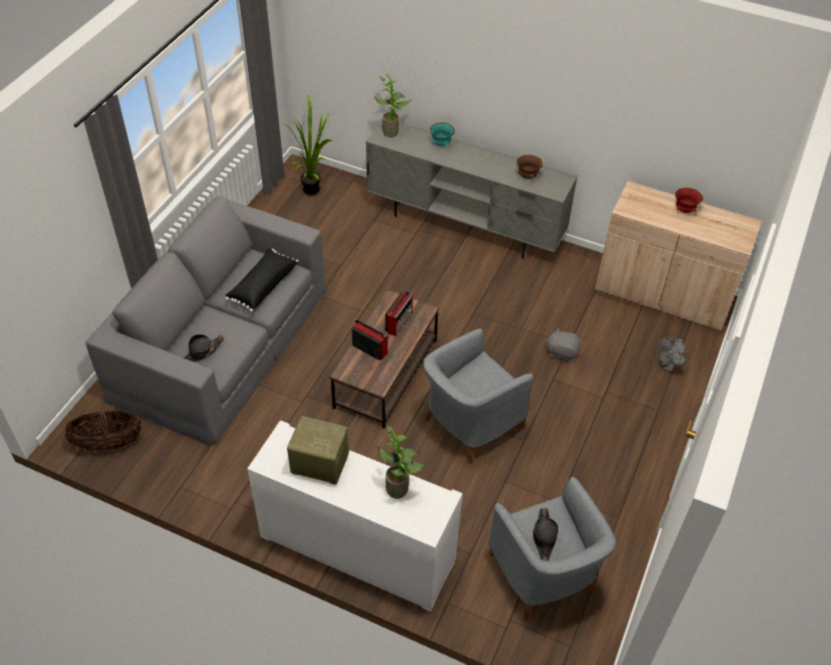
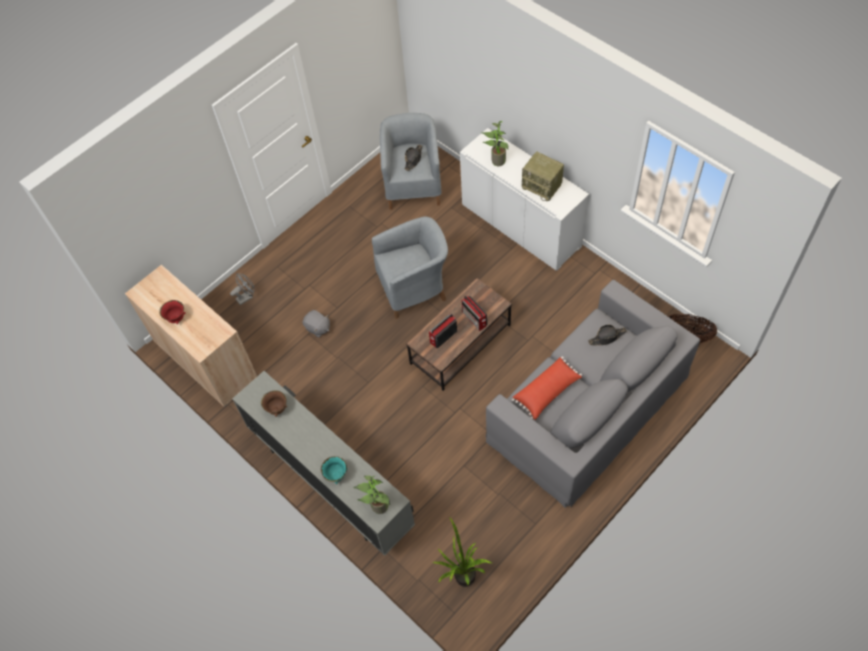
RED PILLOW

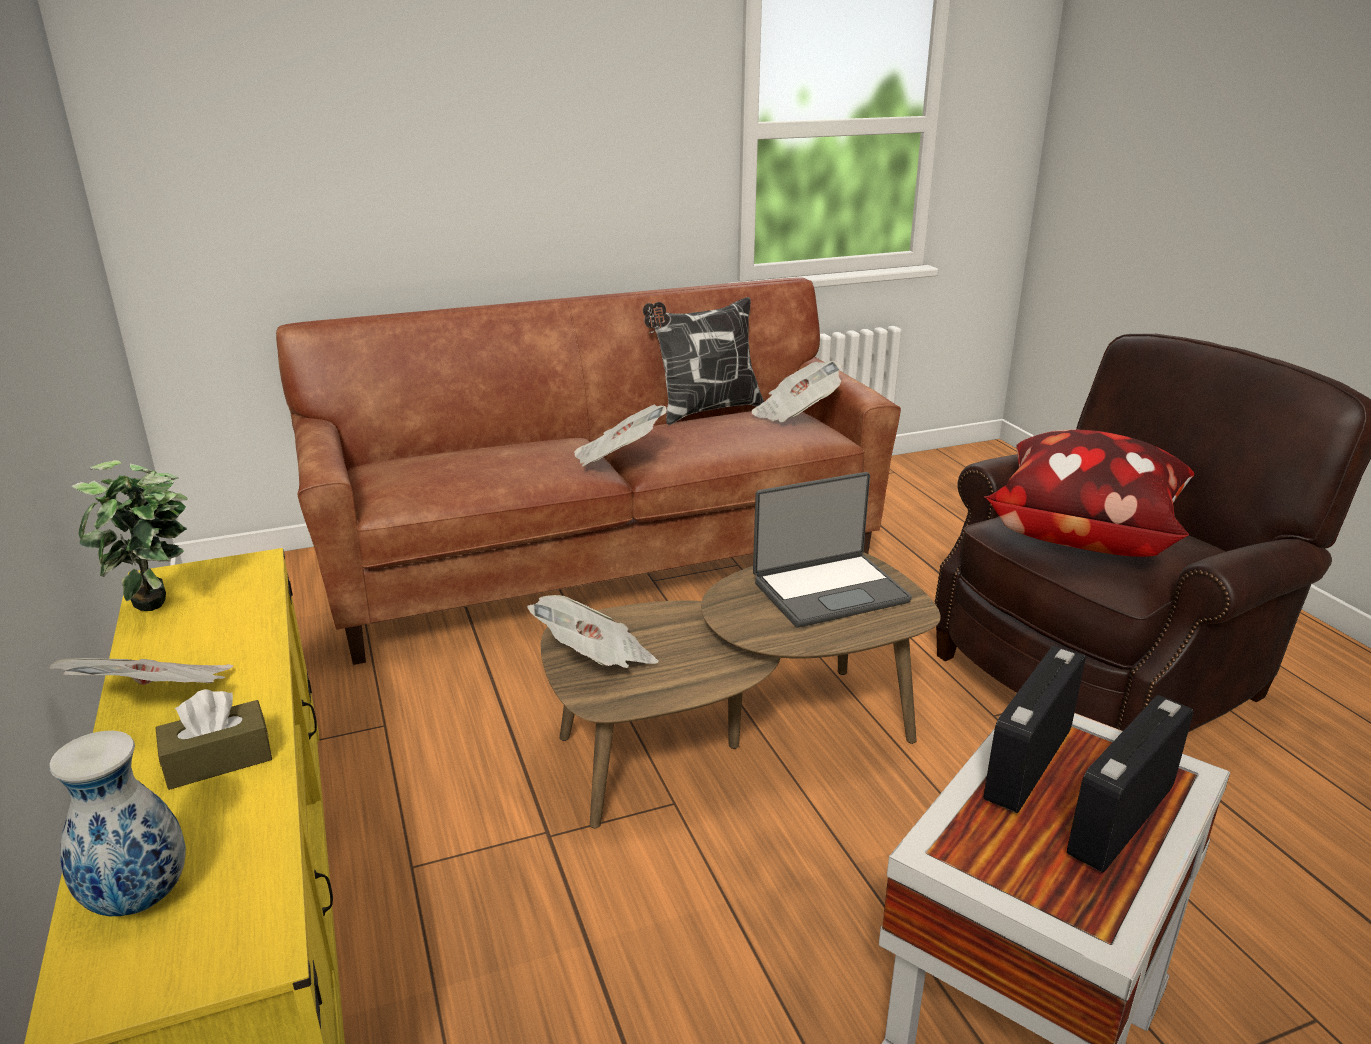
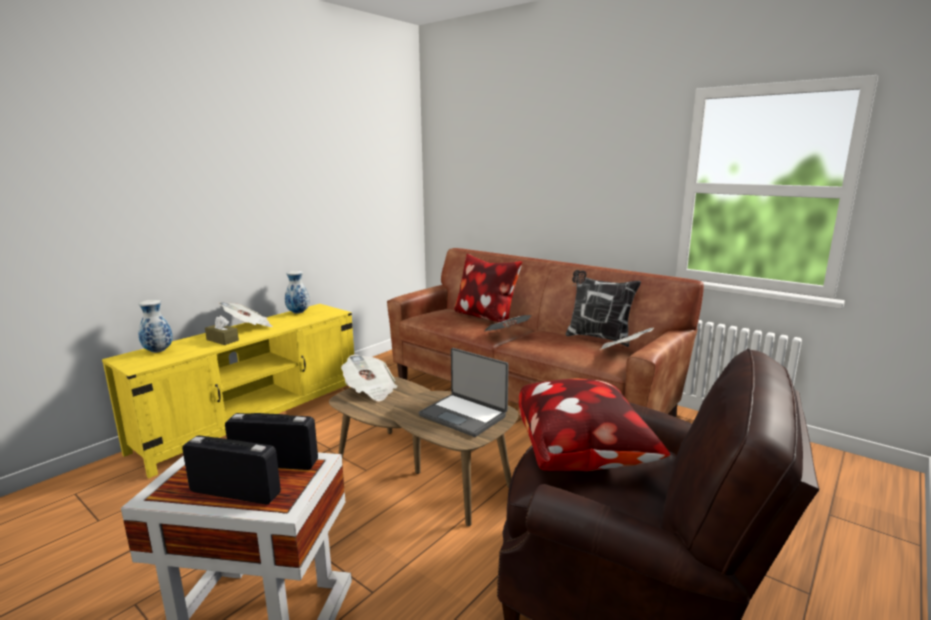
VASE (2nd from left)
PILLOW (1st from left)

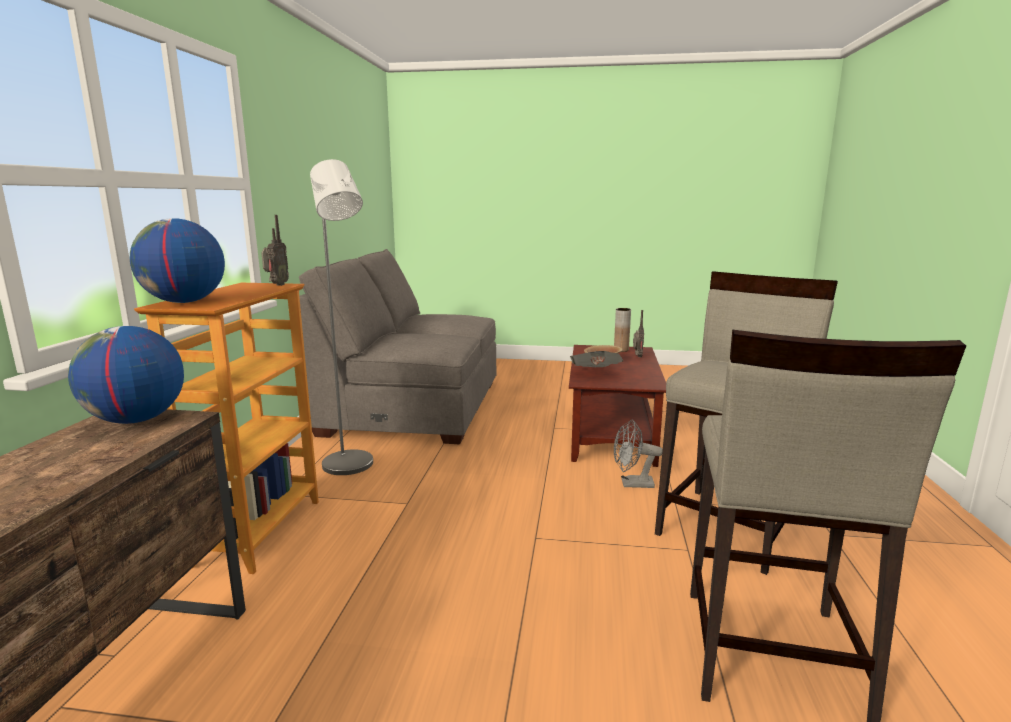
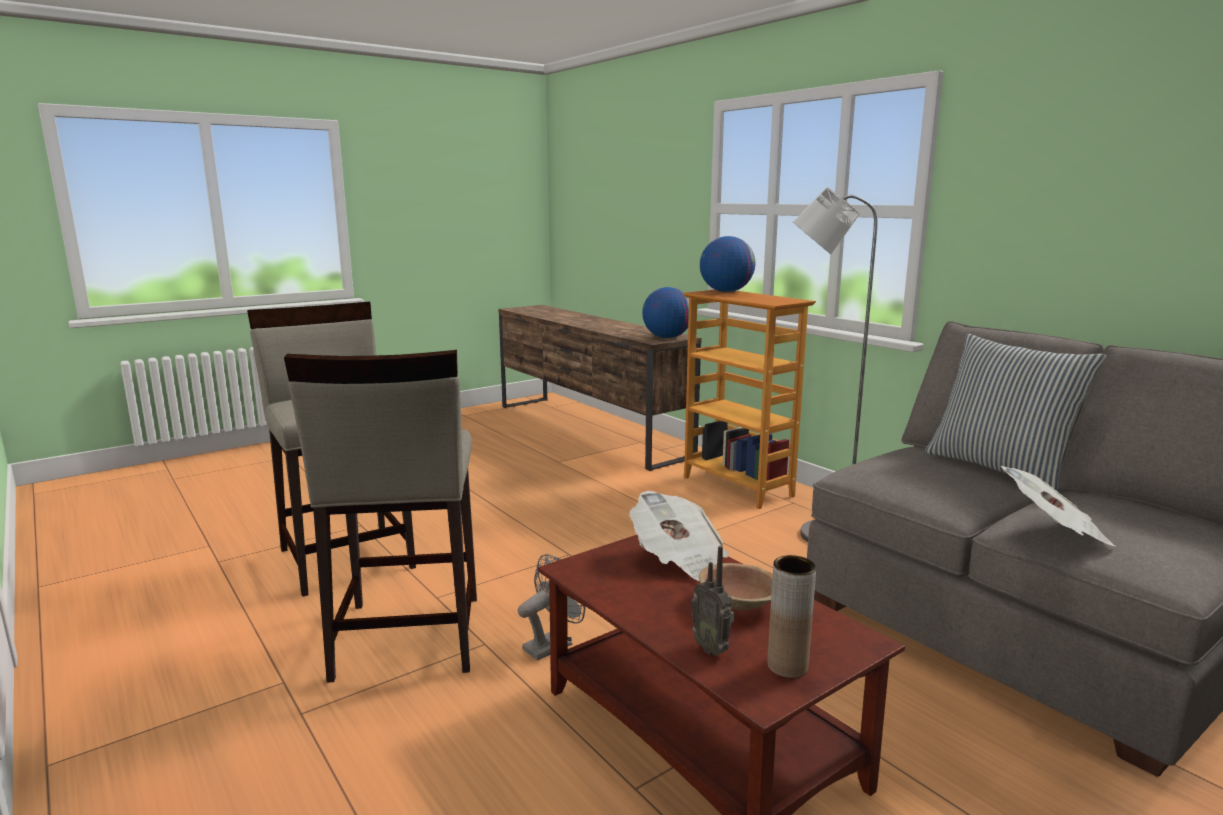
RADIO (1st from left in the first image)
PILLOW
NEWSPAPER (2nd from left)

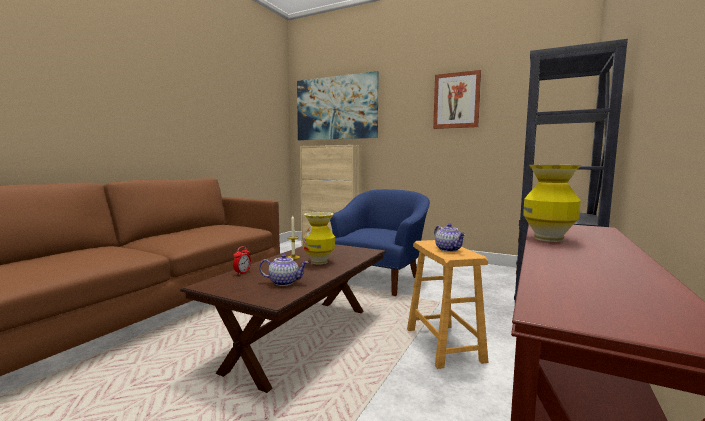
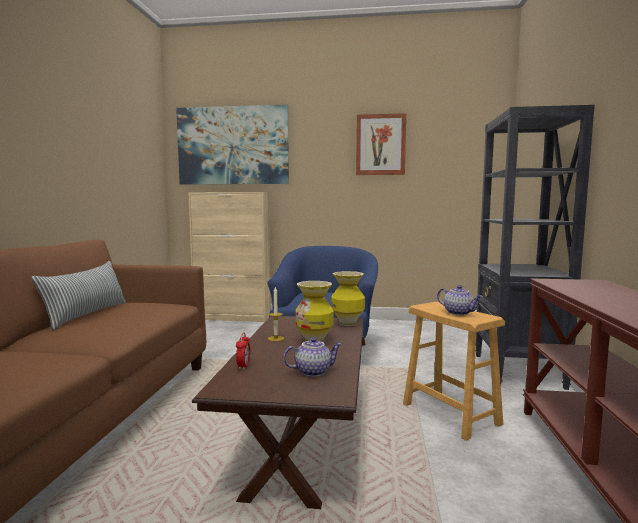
VASE (2nd from left)
PILLOW

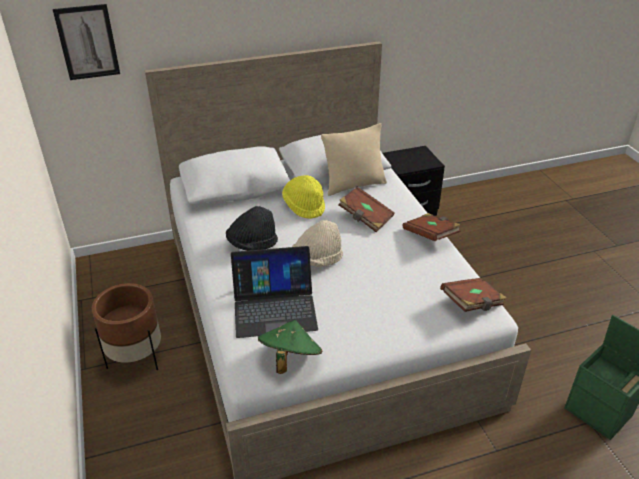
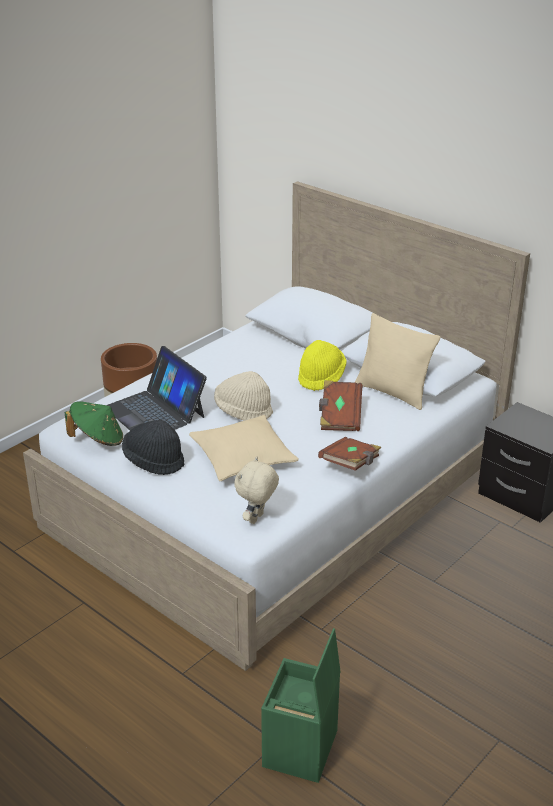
PICTURE
BLACK HAT
BEIGE PLUSH TOY
BEIGE PILLOW (1st from left)

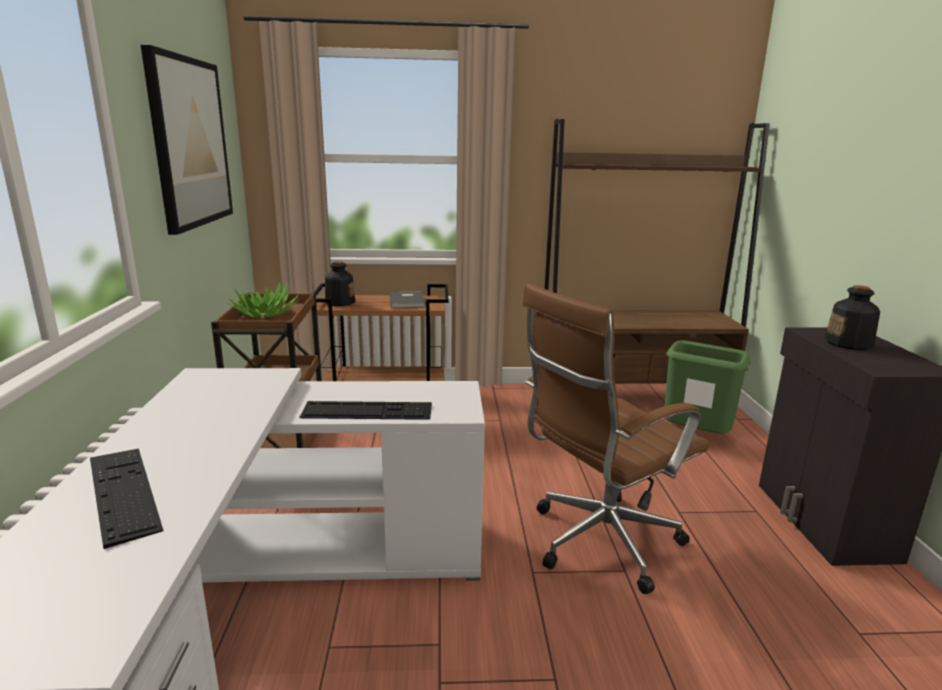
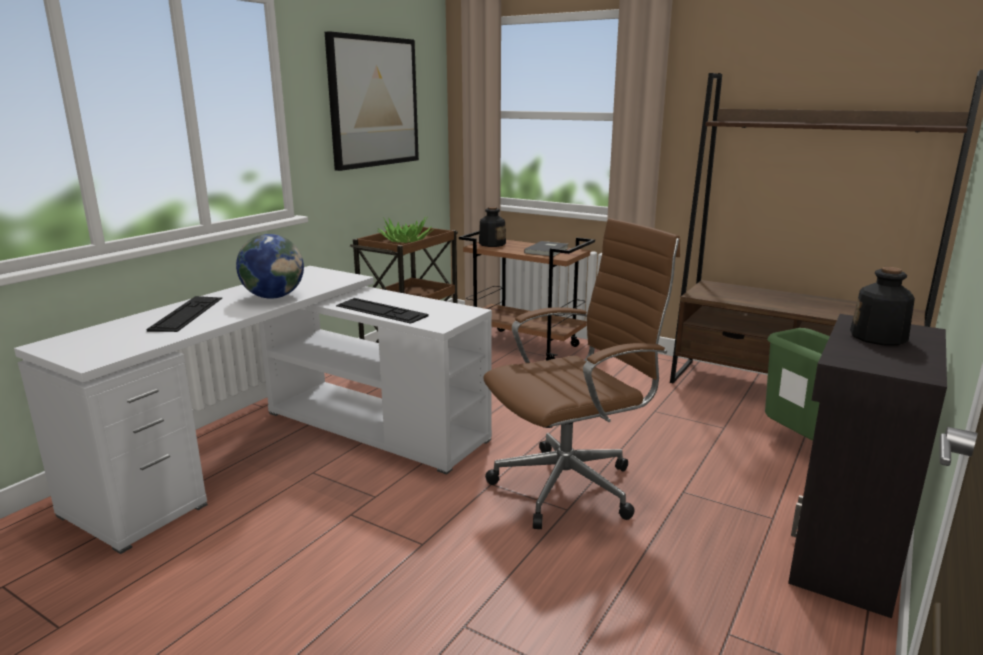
BROWN OFFICE CHAIR
GLOBE

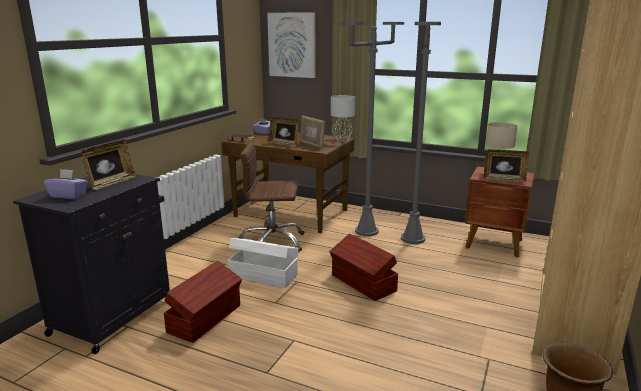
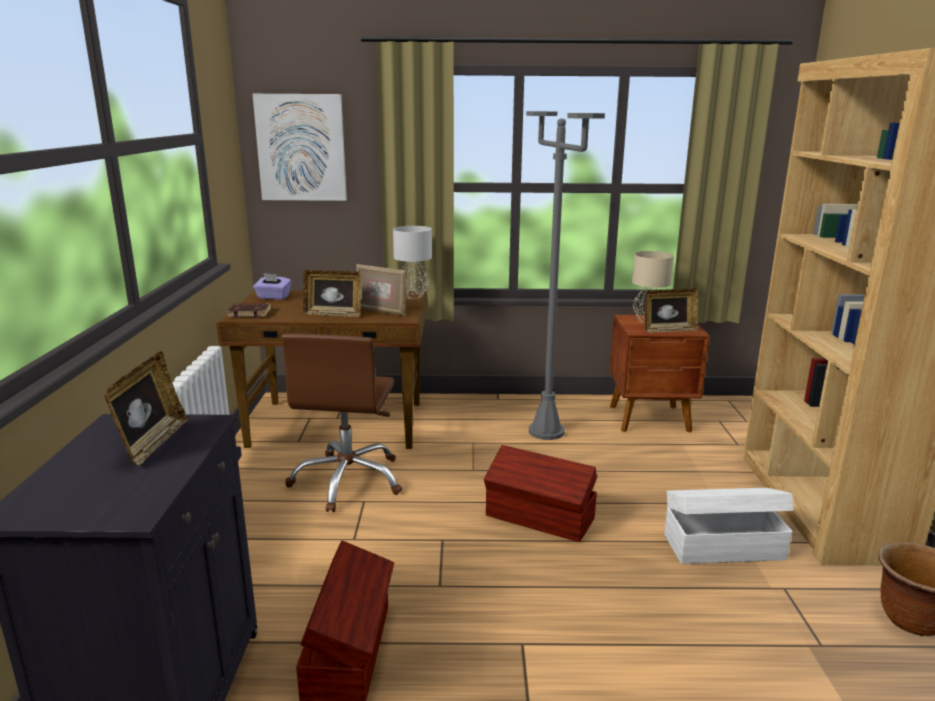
PURPLE TISSUE BOX (1st from left in the first image)
WHITE STORAGE BOX
BROWN OFFICE CHAIR
GREY FLOOR LAMP (1st from left in the first image)

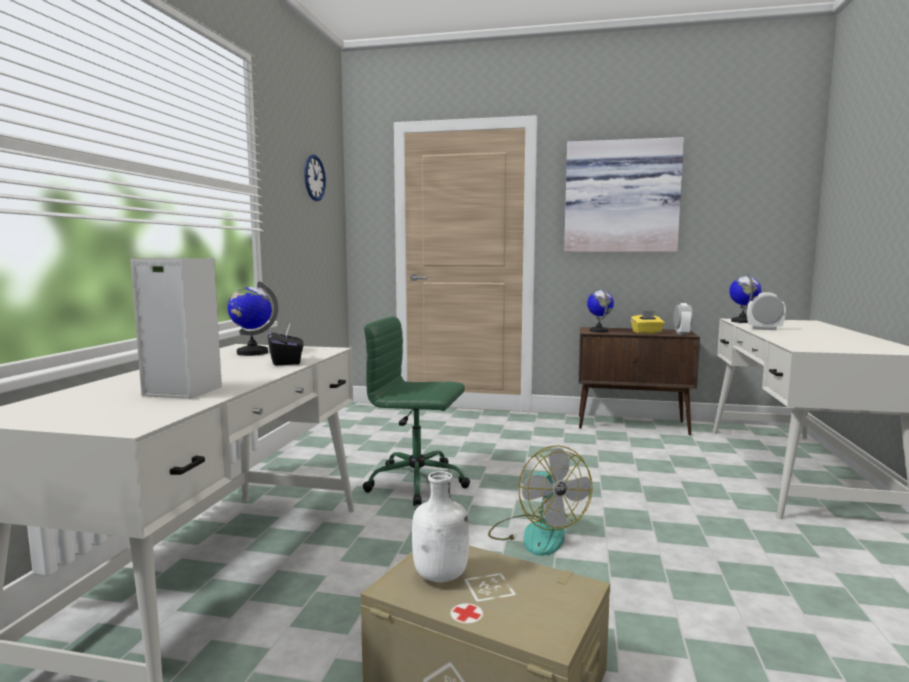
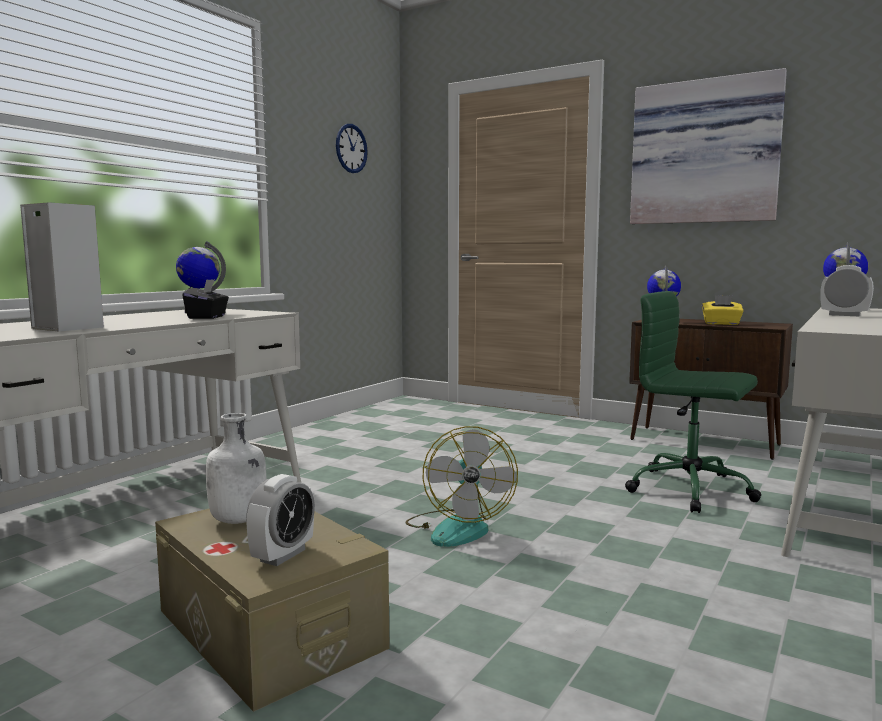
GREEN OFFICE CHAIR
ALARM CLOCK (1st from left)

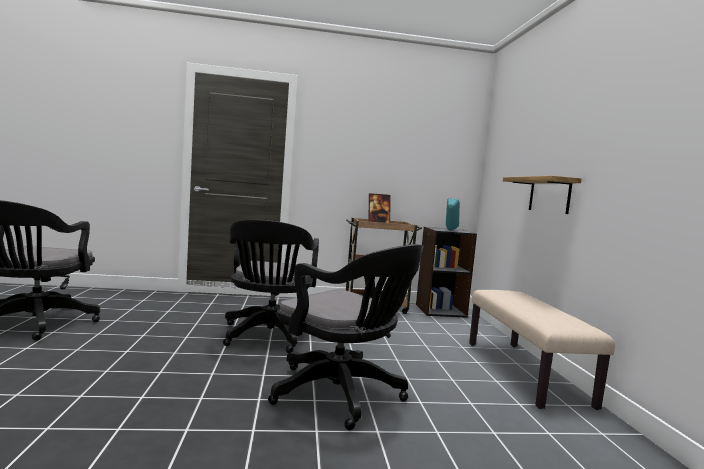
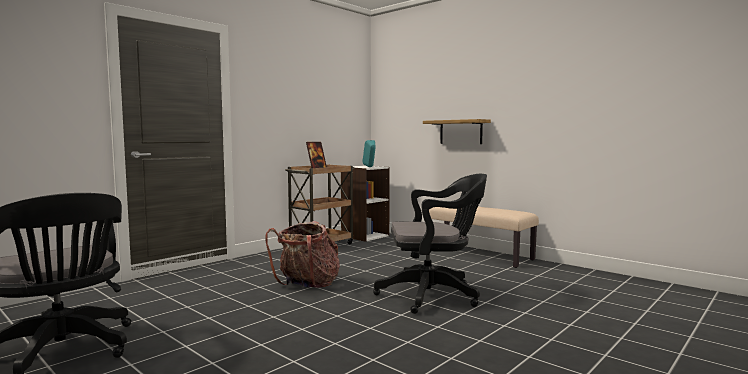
BACKPACK
WHITE BOOKCASE

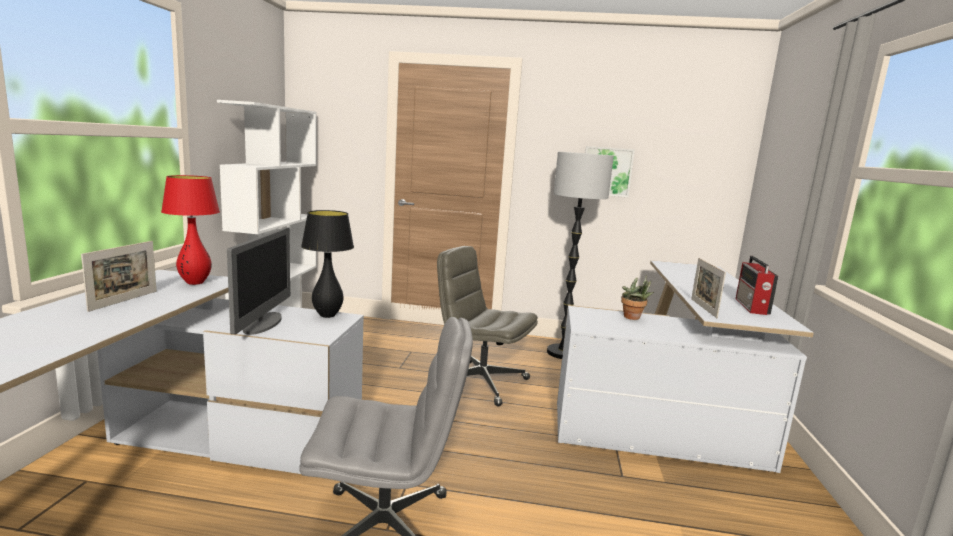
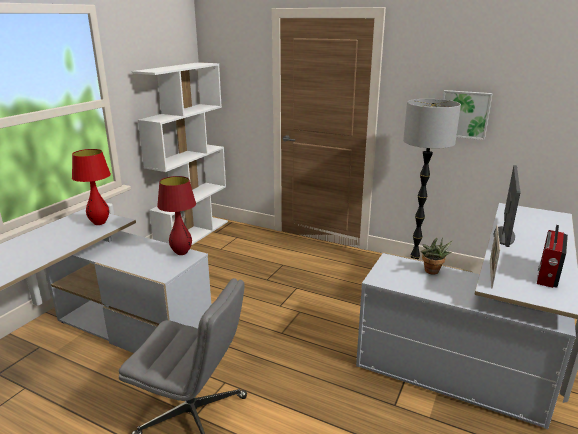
PICTURE FRAME (1st from left in the first image)
MONITOR
RED TABLE LAMP (2nd from left)
GREY OFFICE CHAIR (2nd from left in the first image)

